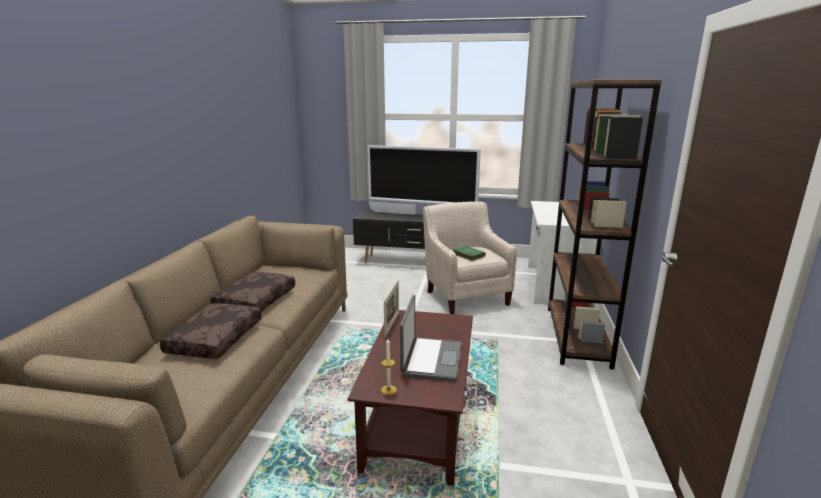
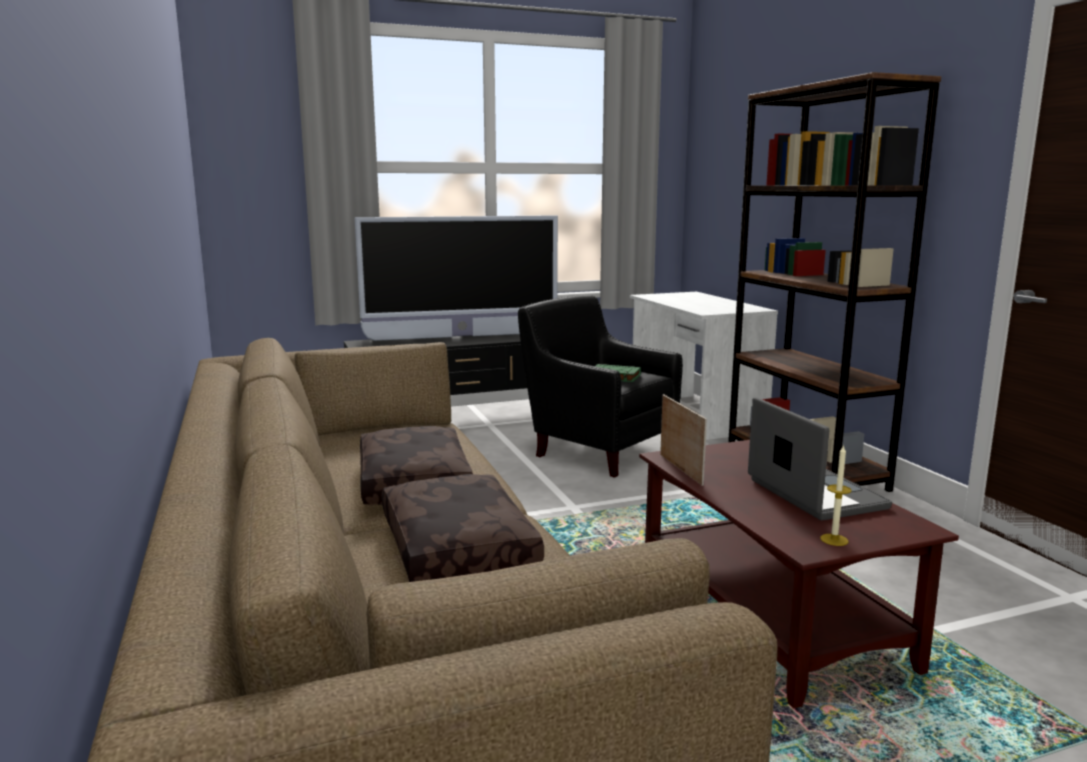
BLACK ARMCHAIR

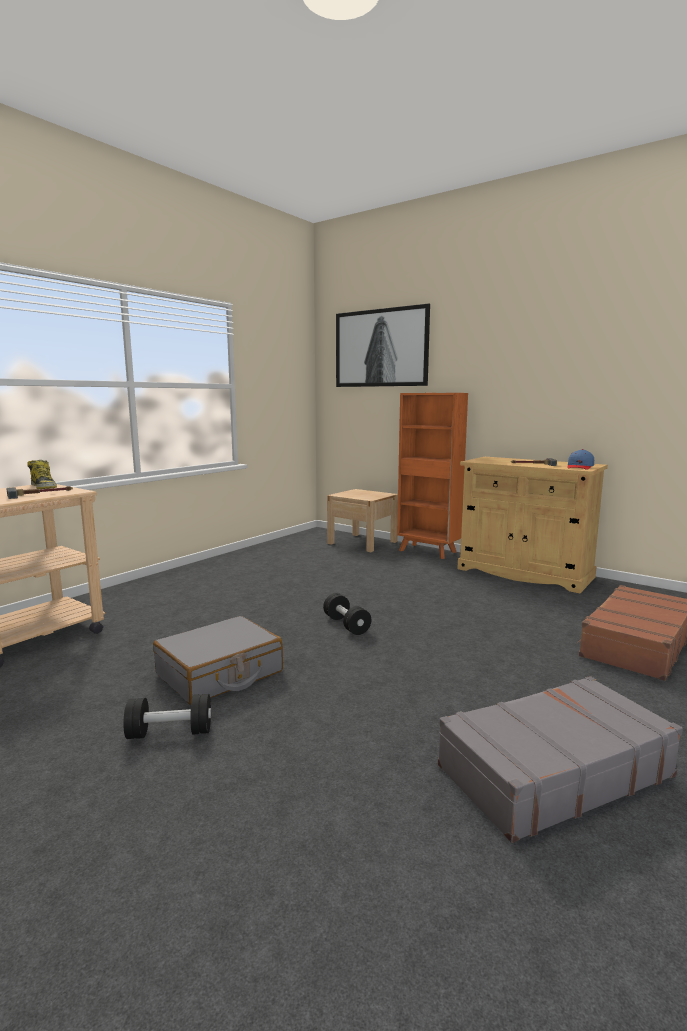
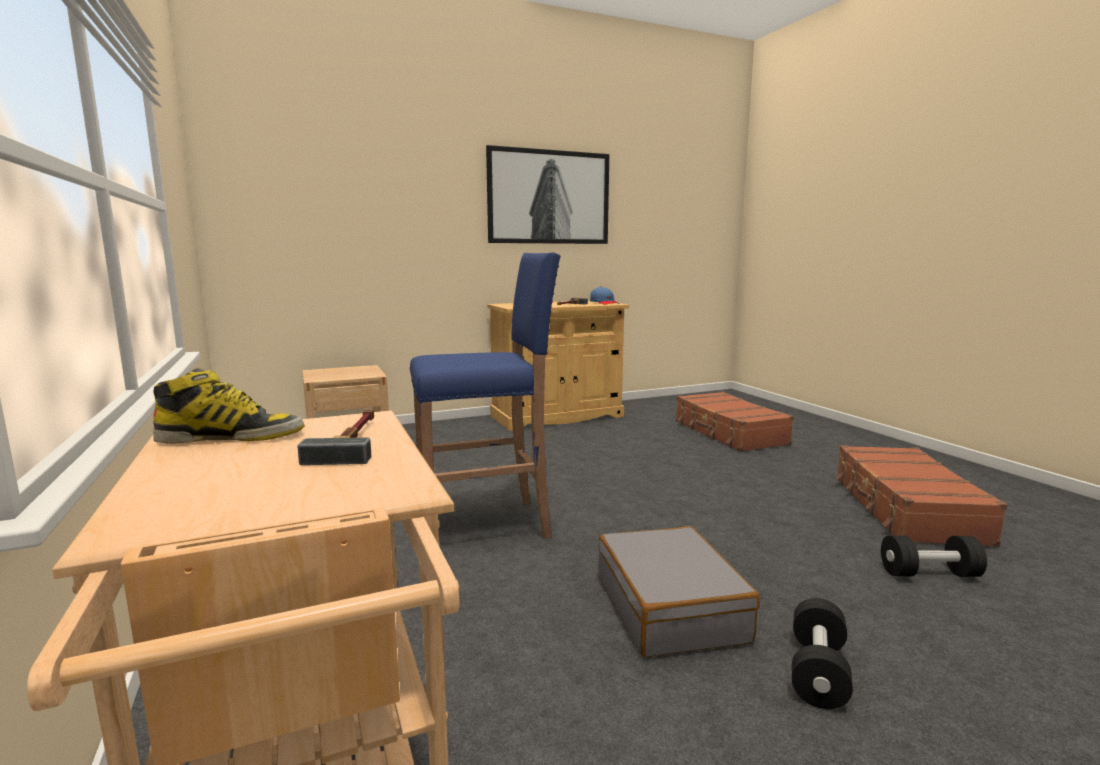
BLACK DUMBBELL (2nd from left)
PICTURE
ORANGE BOOKCASE
BROWN SUITCASE (2nd from left)
BLUE STOOL

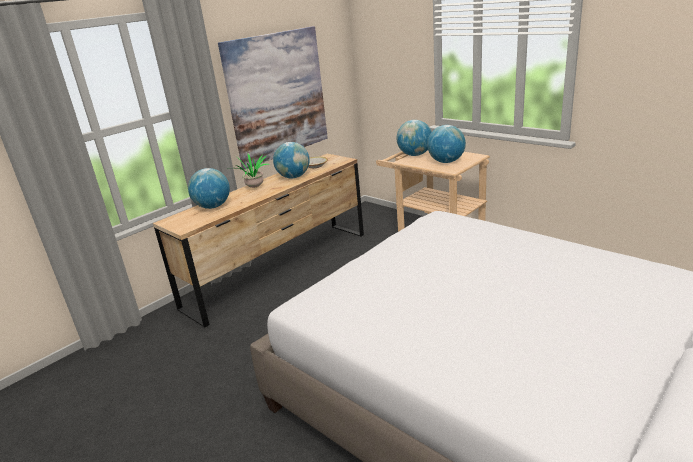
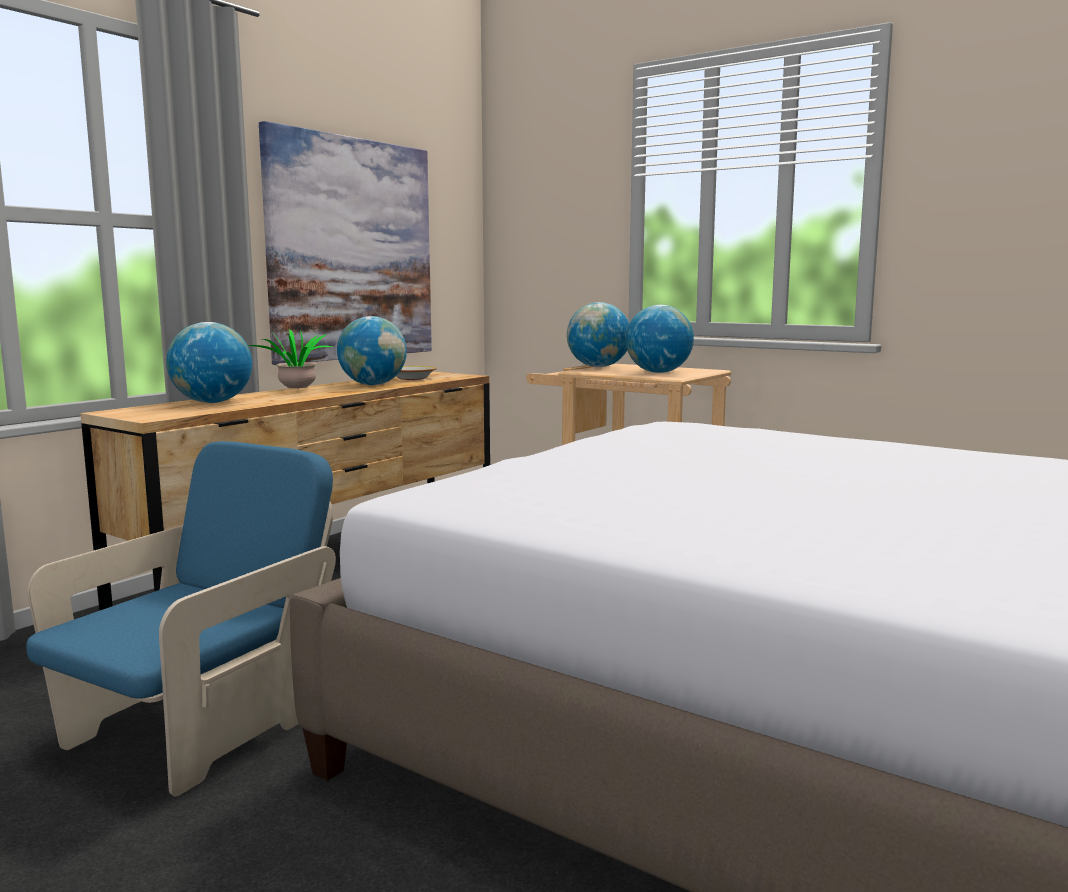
BLUE ARMCHAIR

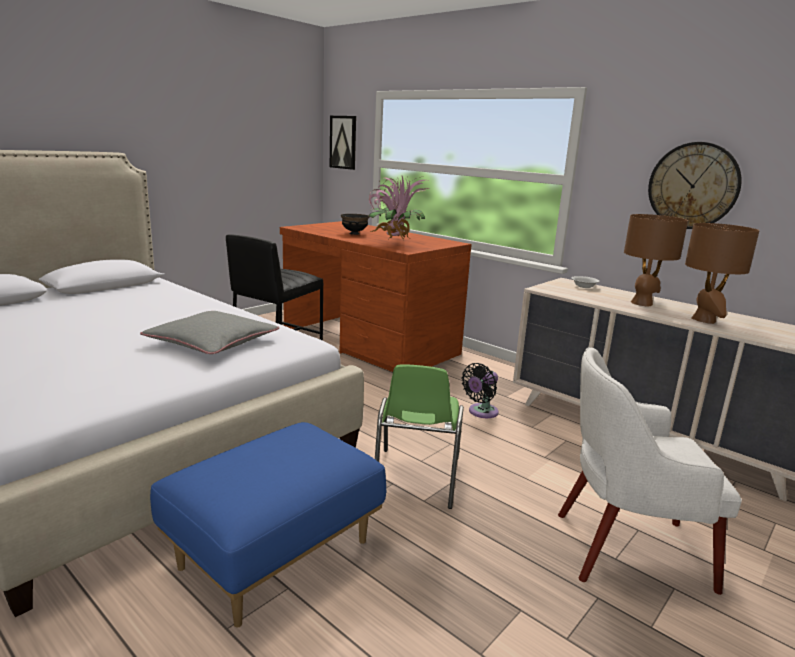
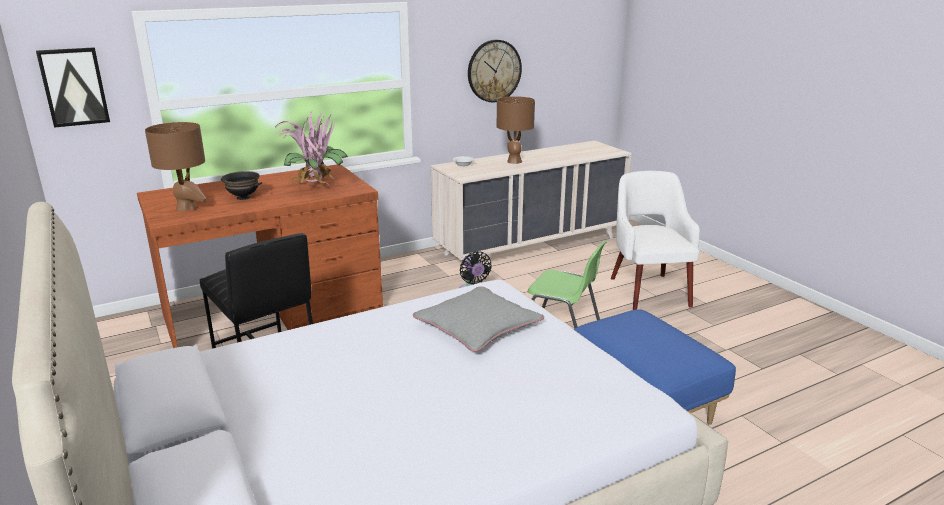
WHITE ARMCHAIR
BROWN TABLE LAMP (1st from left)

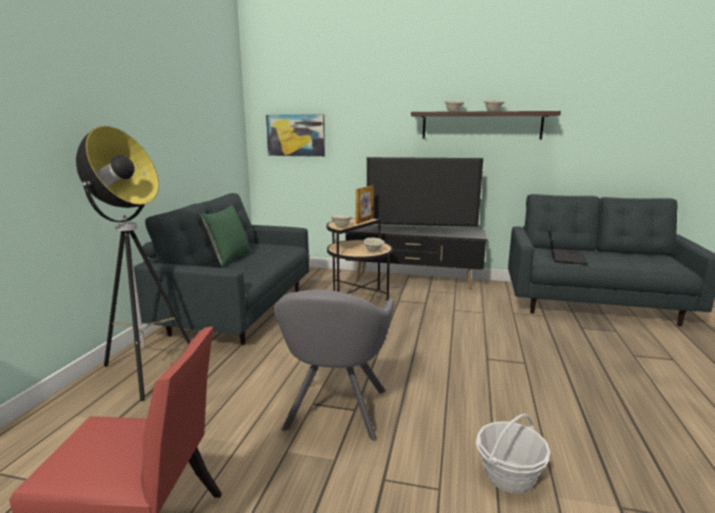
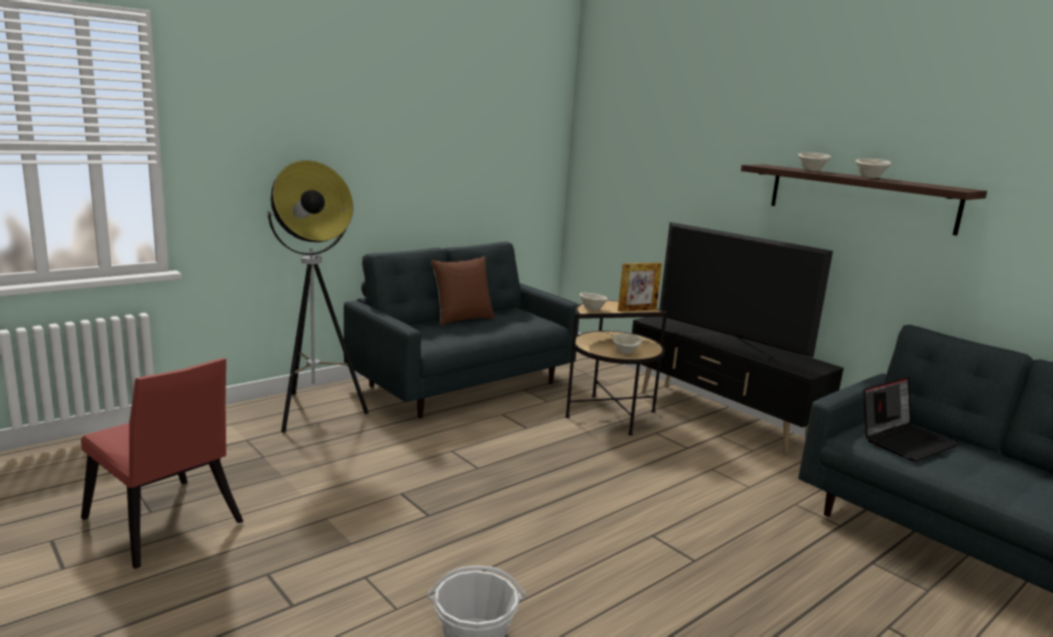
BROWN PILLOW
PICTURE
GREY ARMCHAIR

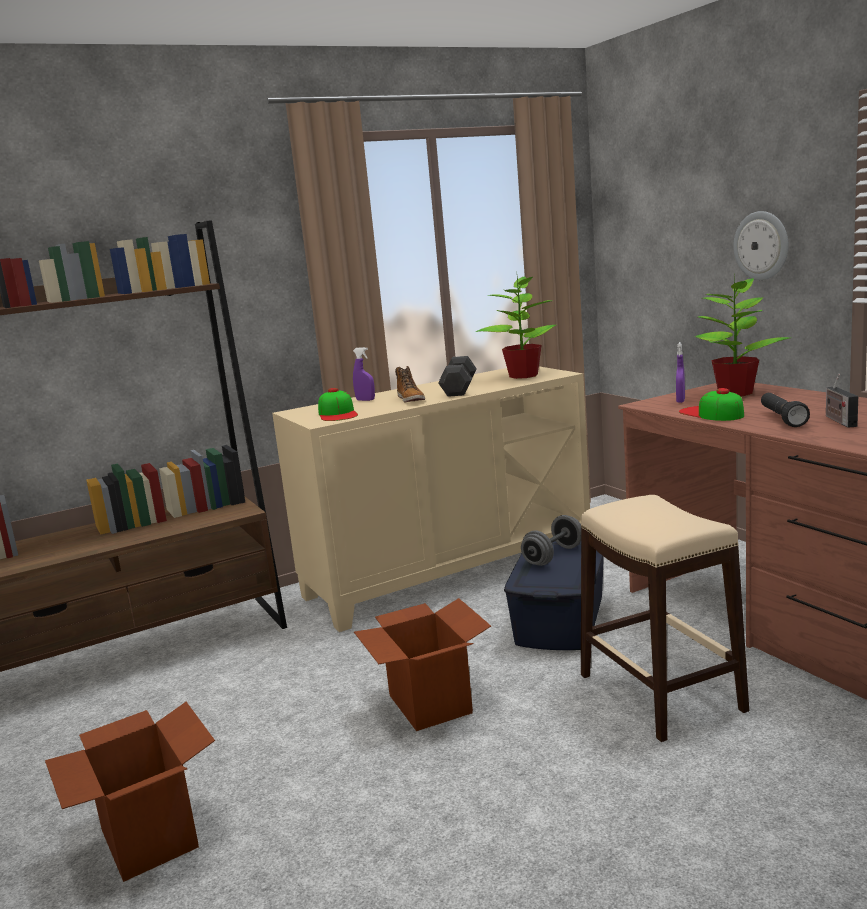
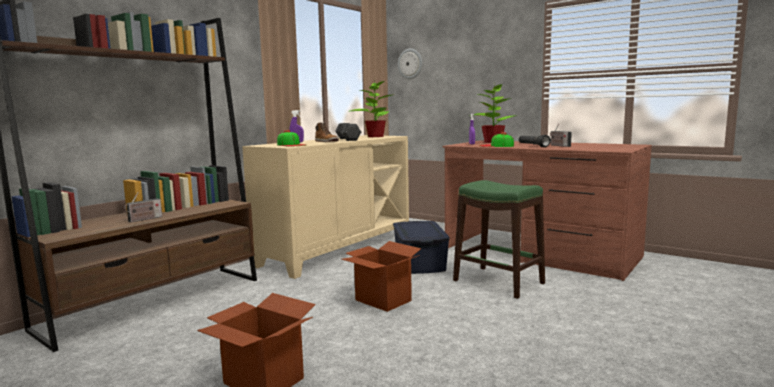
GREY DUMBBELL (2nd from left in the first image)
GREEN STOOL
WALL CLOCK
RADIO (1st from left)

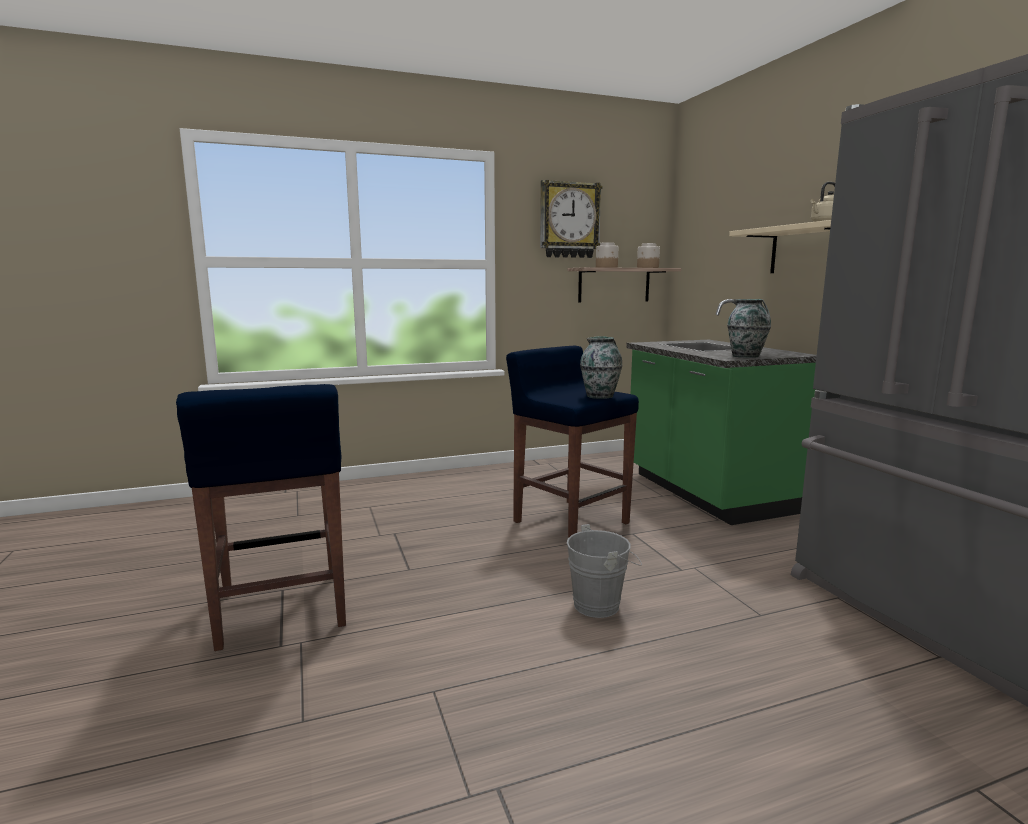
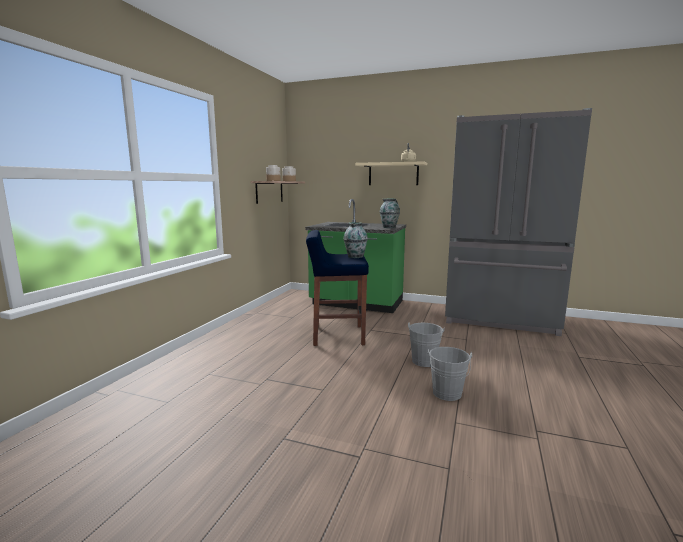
BLUE STOOL (1st from left in the first image)
WALL CLOCK
GREY BUCKET (2nd from left)

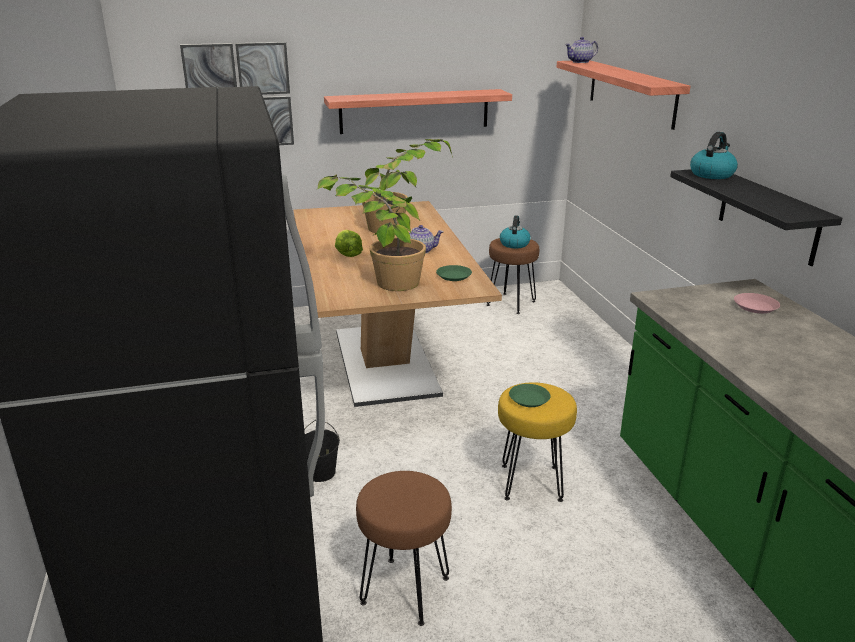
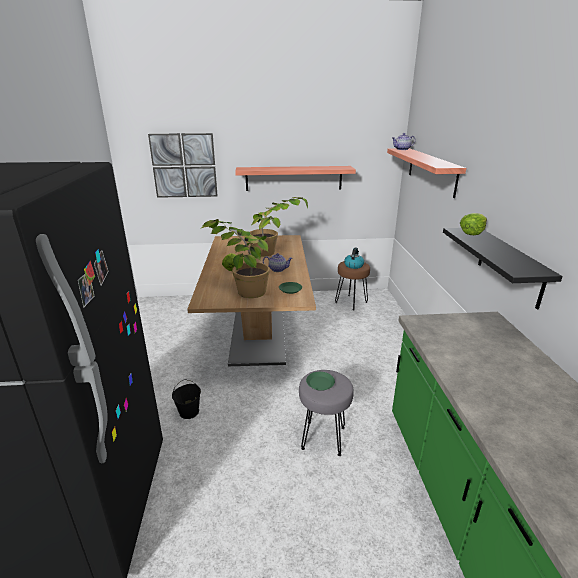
BROWN STOOL (1st from left in the first image)
GREY STOOL
LETTUCE (2nd from left)
PINK PLATE

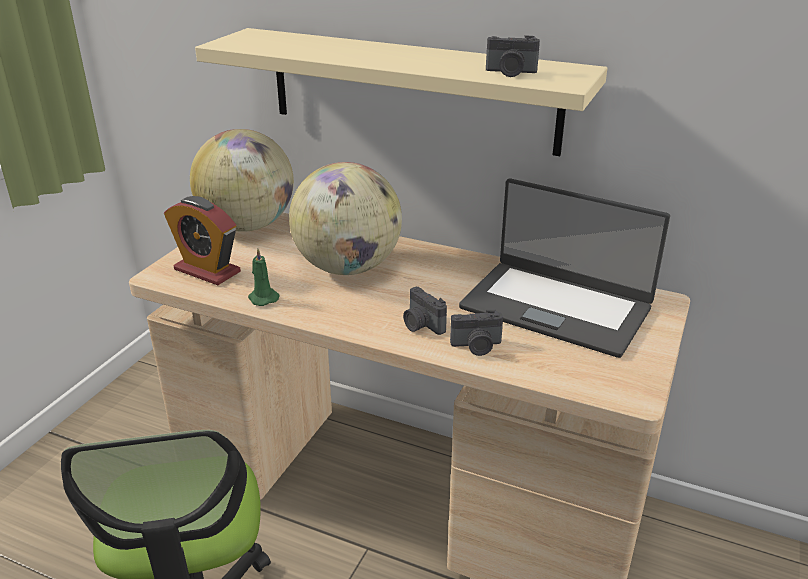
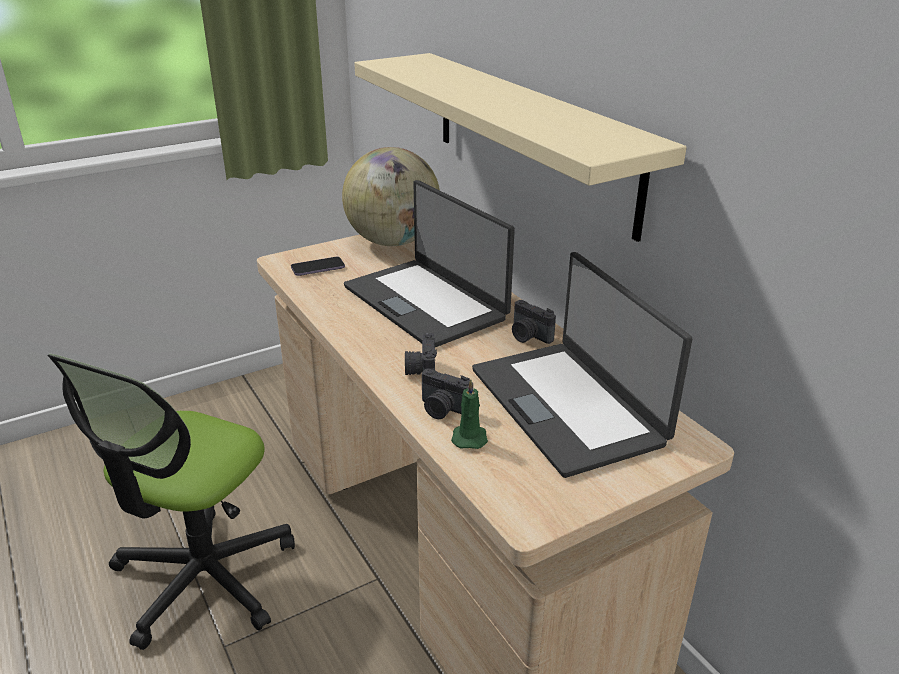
PHONE
GREEN CANDLE
LAPTOP (1st from left)
PHOTO CAMERA (3rd from left)

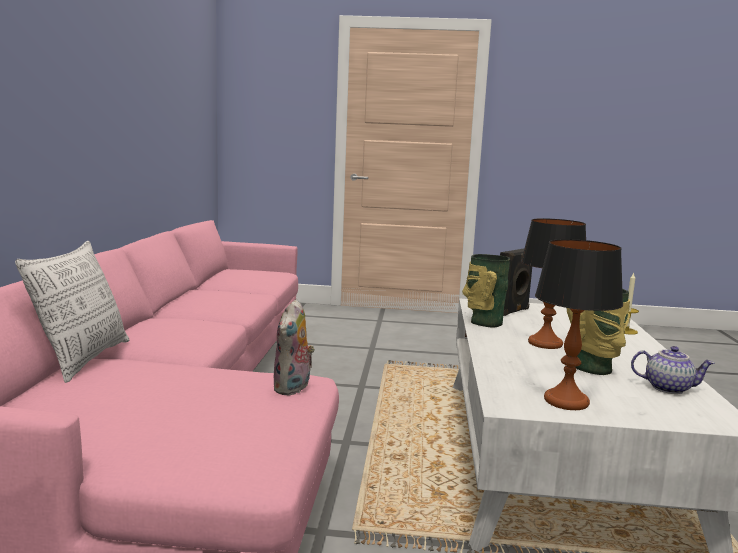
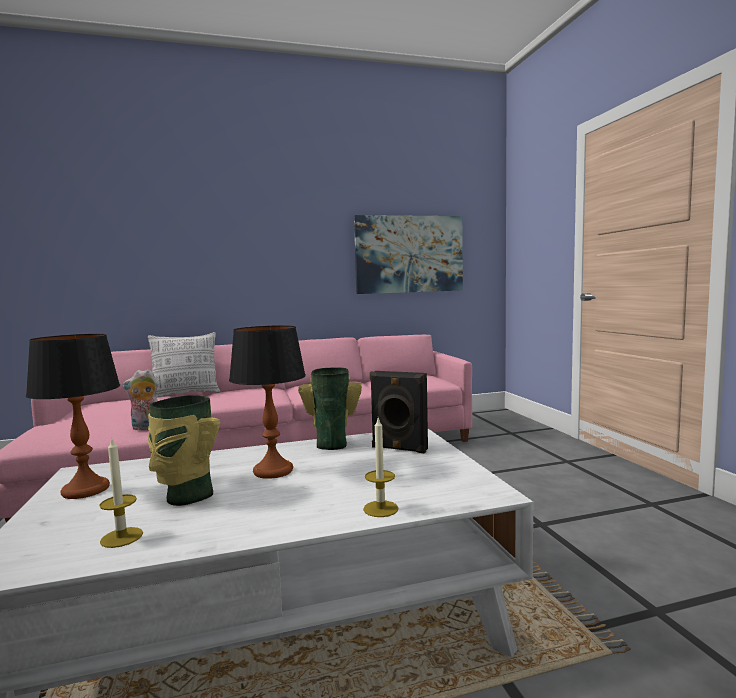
CANDLE (1st from left)
PICTURE

